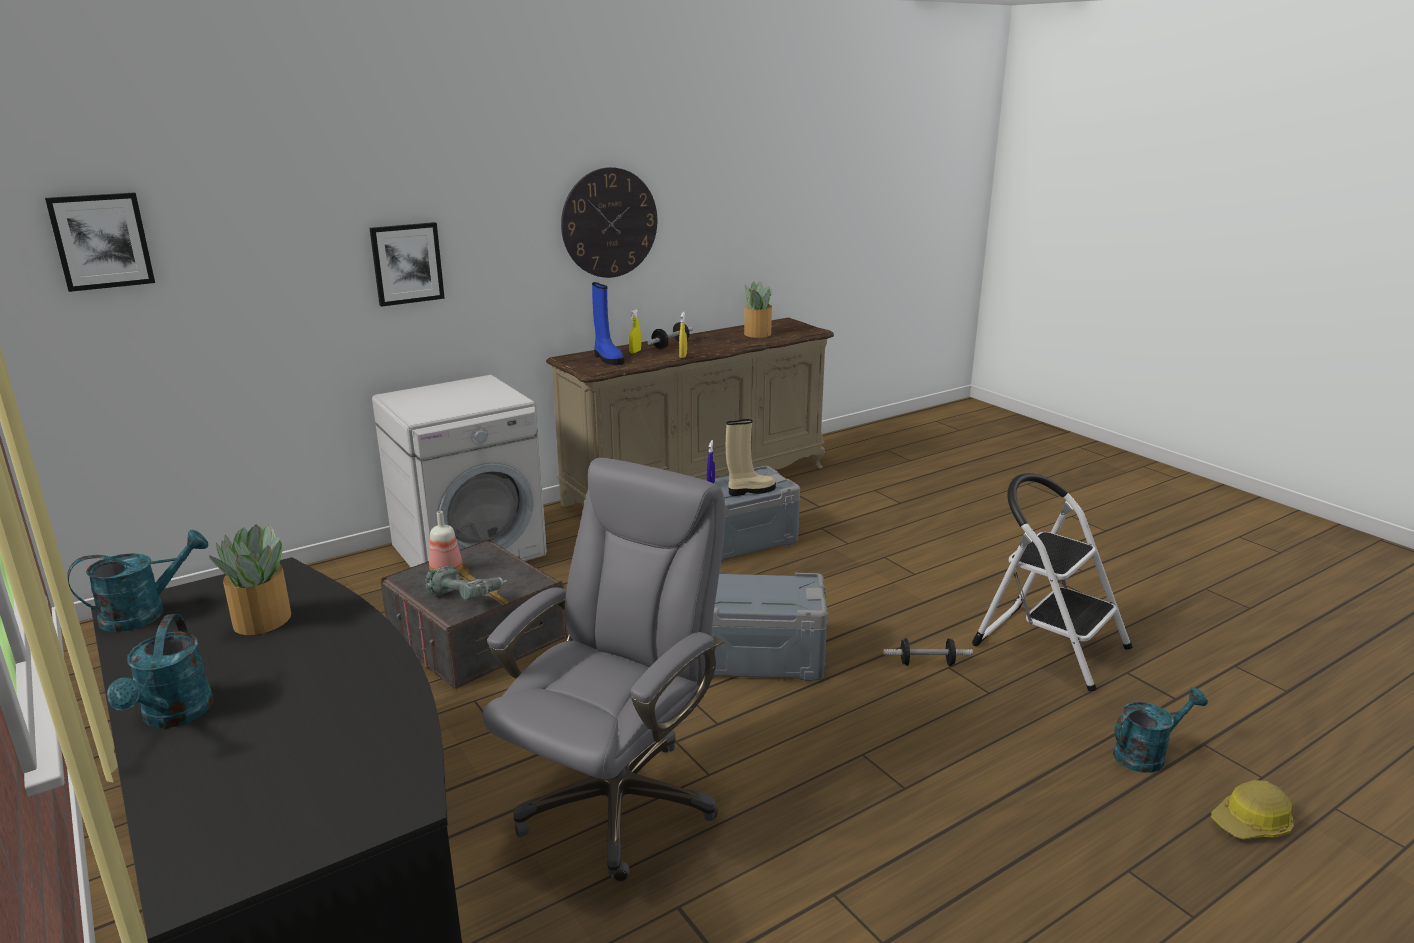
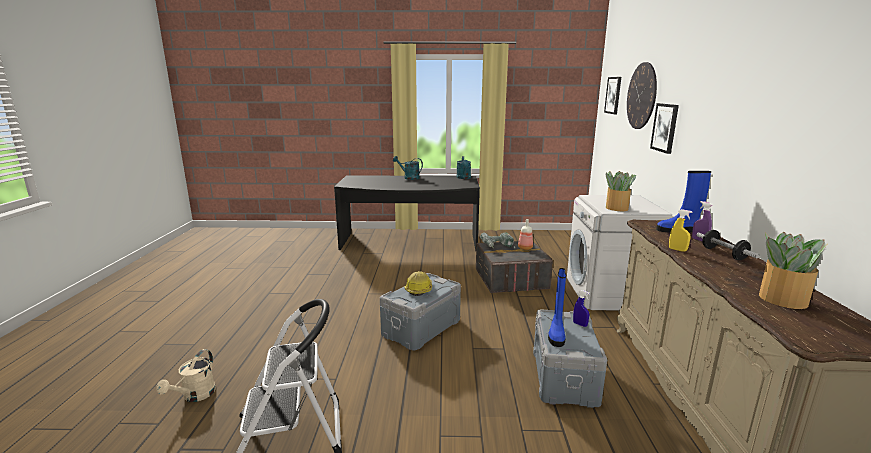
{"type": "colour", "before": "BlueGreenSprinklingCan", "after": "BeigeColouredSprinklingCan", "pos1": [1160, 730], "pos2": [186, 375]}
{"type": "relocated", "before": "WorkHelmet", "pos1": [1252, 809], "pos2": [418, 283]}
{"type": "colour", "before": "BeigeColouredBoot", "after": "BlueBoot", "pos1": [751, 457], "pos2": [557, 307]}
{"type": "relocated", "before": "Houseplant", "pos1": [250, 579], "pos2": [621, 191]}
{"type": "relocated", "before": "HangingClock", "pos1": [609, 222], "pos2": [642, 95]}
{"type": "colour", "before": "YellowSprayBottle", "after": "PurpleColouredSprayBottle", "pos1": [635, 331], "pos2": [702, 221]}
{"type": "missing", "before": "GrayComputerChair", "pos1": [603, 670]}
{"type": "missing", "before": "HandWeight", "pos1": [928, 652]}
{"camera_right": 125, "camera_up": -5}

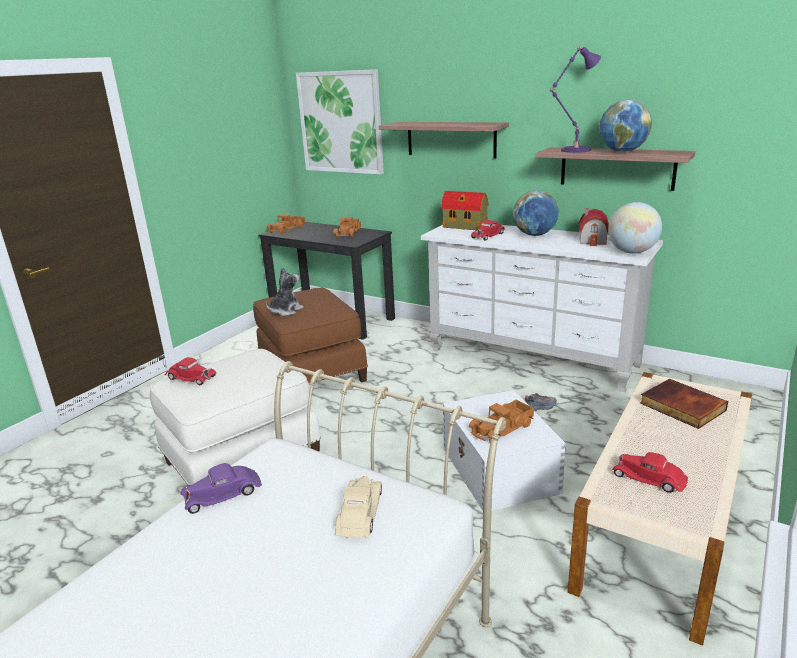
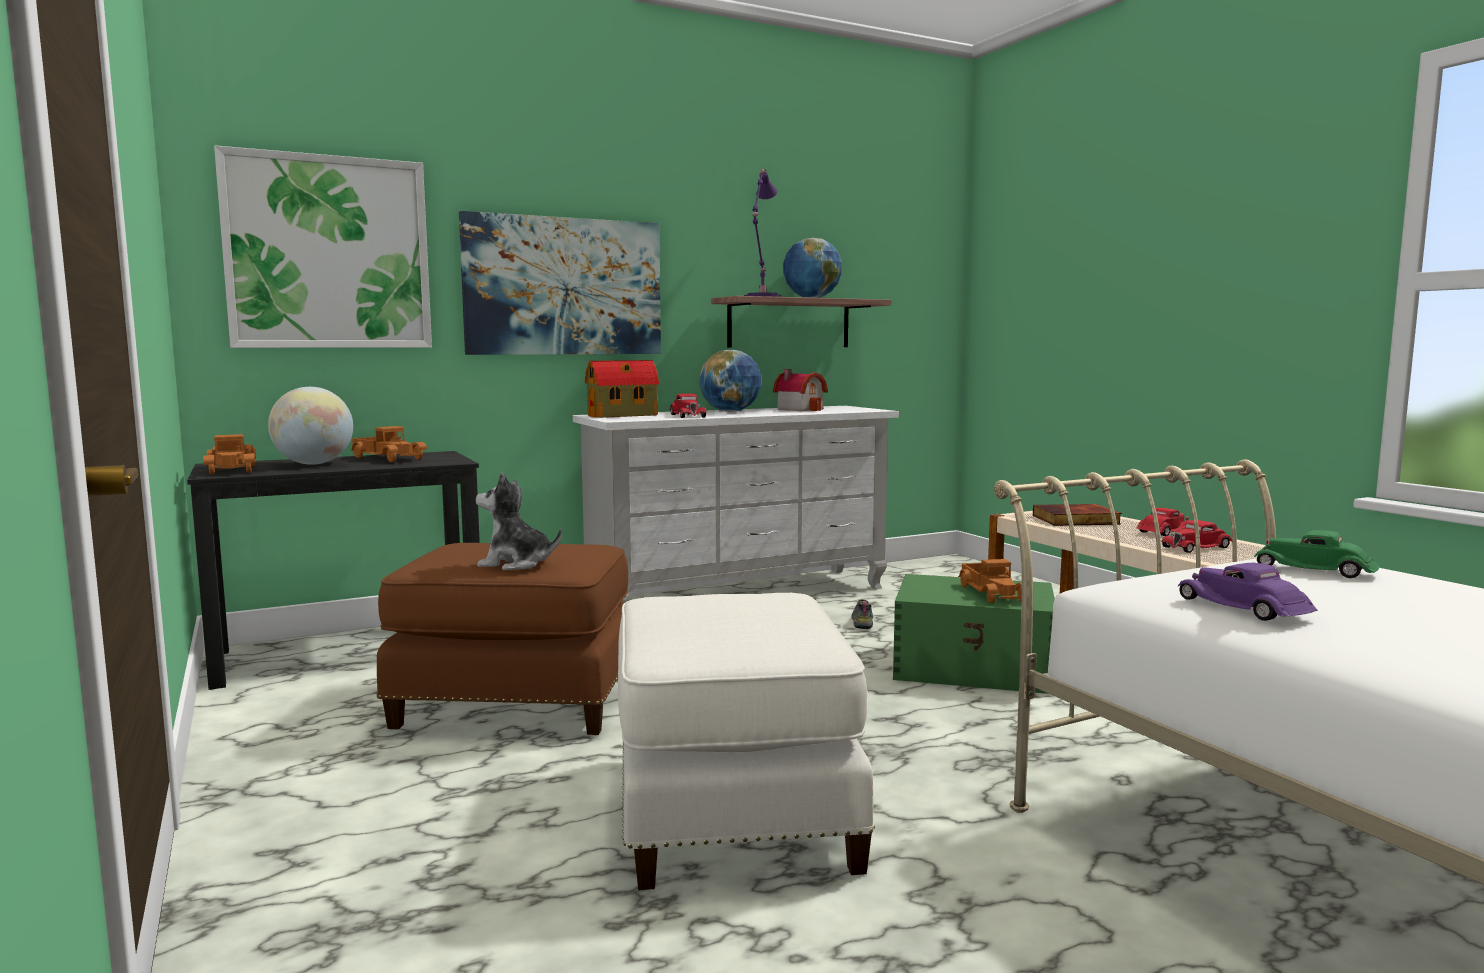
{"type": "relocated", "before": "WorldGlobe", "pos1": [635, 228], "pos2": [310, 426]}
{"type": "exchanged", "before": "Shelf", "after": "Picture", "pos1": [443, 140], "pos2": [560, 283]}
{"type": "spun", "before": "PlushToy", "pos1": [285, 291], "pos2": [519, 521], "turn": -60}
{"type": "colour", "before": "WhiteColouredStorageBox", "after": "GreenStorageBox", "pos1": [504, 450], "pos2": [974, 634]}
{"type": "relocated", "before": "ReddishMiniatureCar", "pos1": [190, 371], "pos2": [1164, 522]}
{"type": "spun", "before": "PurpleColouredMiniatureCar", "pos1": [221, 488], "pos2": [1247, 592], "turn": 150}
{"type": "colour", "before": "BeigeColouredMiniatureCar", "after": "GreenMiniatureCar", "pos1": [358, 506], "pos2": [1316, 554]}
{"camera_right": -60, "camera_up": -15}

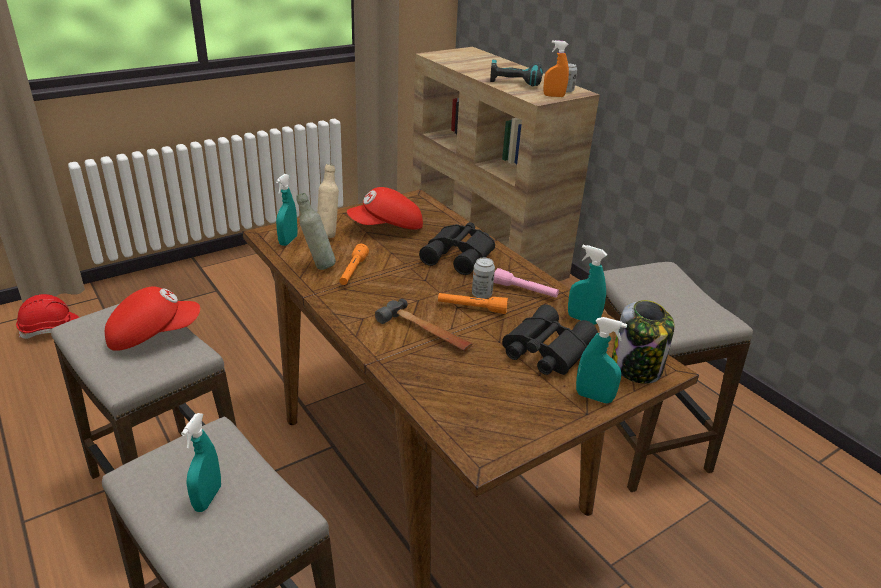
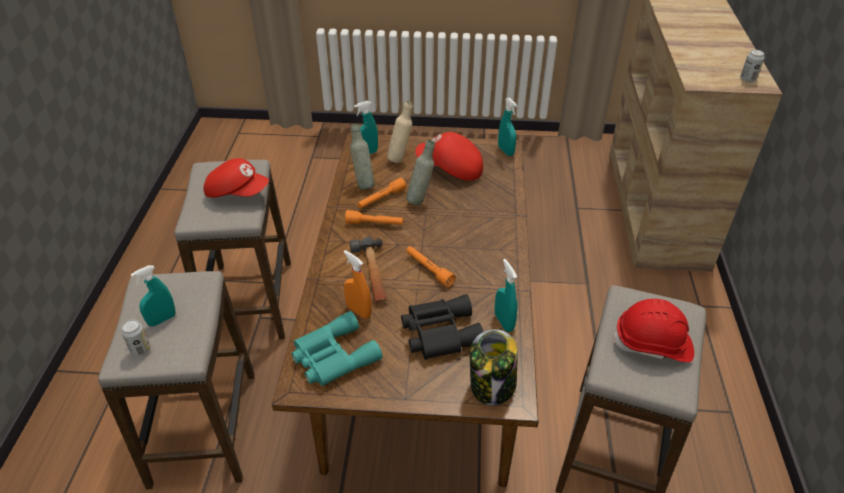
{"type": "relocated", "before": "SealedCan", "pos1": [483, 278], "pos2": [136, 338]}
{"type": "appeared", "after": "BlueGreenBinoculars", "pos2": [337, 348]}
{"type": "relocated", "before": "OrangeySprayBottle", "pos1": [556, 68], "pos2": [358, 284]}
{"type": "appeared", "after": "OrangeyFlashlight", "pos2": [374, 217]}
{"type": "appeared", "after": "GrayBottle", "pos2": [420, 172]}
{"type": "relocated", "before": "BlueGreenSprayBottle", "pos1": [601, 360], "pos2": [507, 127]}
{"type": "relocated", "before": "ReddishWorkHelmet", "pos1": [47, 316], "pos2": [653, 330]}
{"type": "missing", "before": "BlackBinoculars", "pos1": [457, 248]}
{"type": "missing", "before": "ElectricDrill", "pos1": [516, 73]}
{"type": "missing", "before": "PinkFlashlight", "pos1": [526, 283]}
{"camera_right": 40, "camera_up": 10}

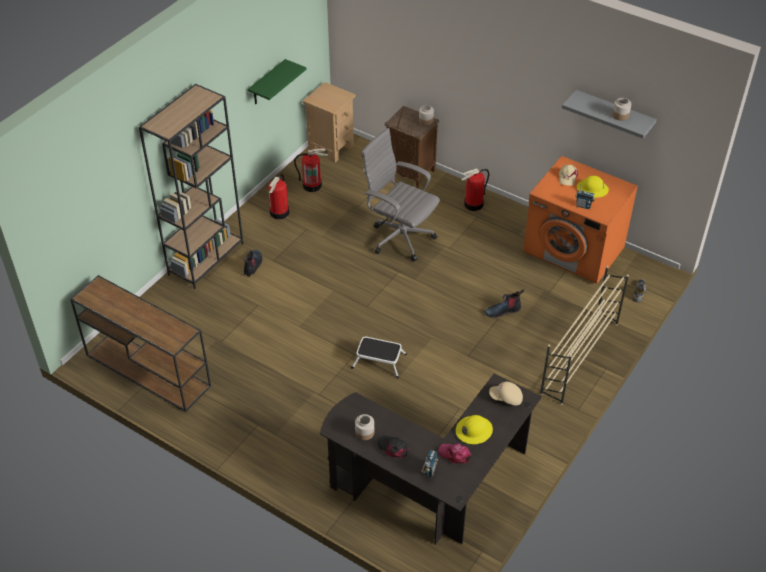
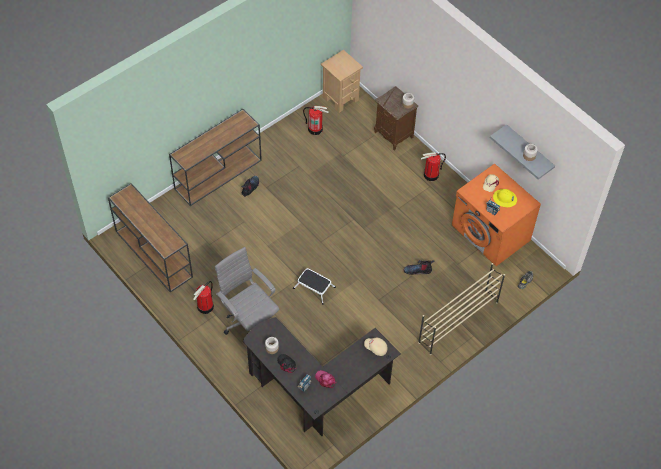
{"type": "exchanged", "before": "ShelvingUnit", "after": "BrownConsoleTable", "pos1": [191, 186], "pos2": [215, 157]}
{"type": "relocated", "before": "FireFightingCylinder", "pos1": [278, 196], "pos2": [203, 297]}
{"type": "relocated", "before": "GrayComputerChair", "pos1": [400, 194], "pos2": [247, 291]}
{"type": "missing", "before": "GreenShelf", "pos1": [277, 81]}
{"type": "missing", "before": "YellowWorkHelmet", "pos1": [474, 429]}
{"camera_right": 15, "camera_up": 10}

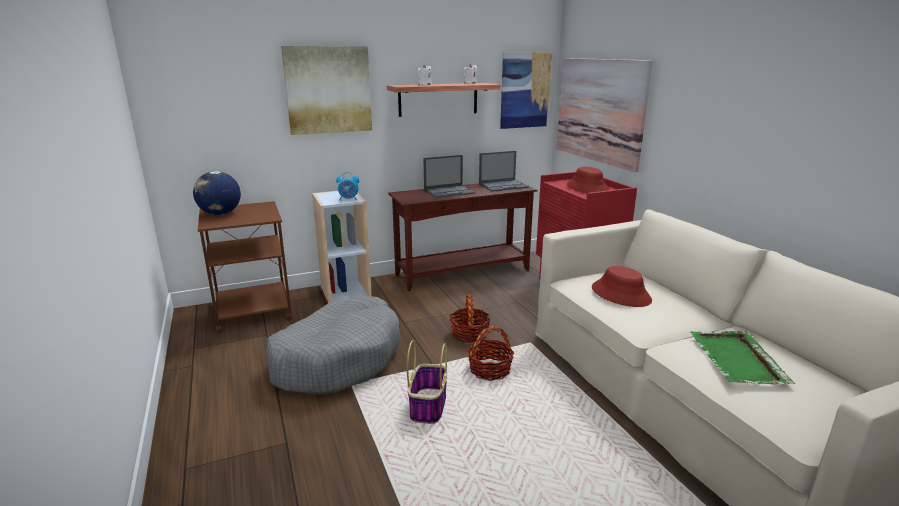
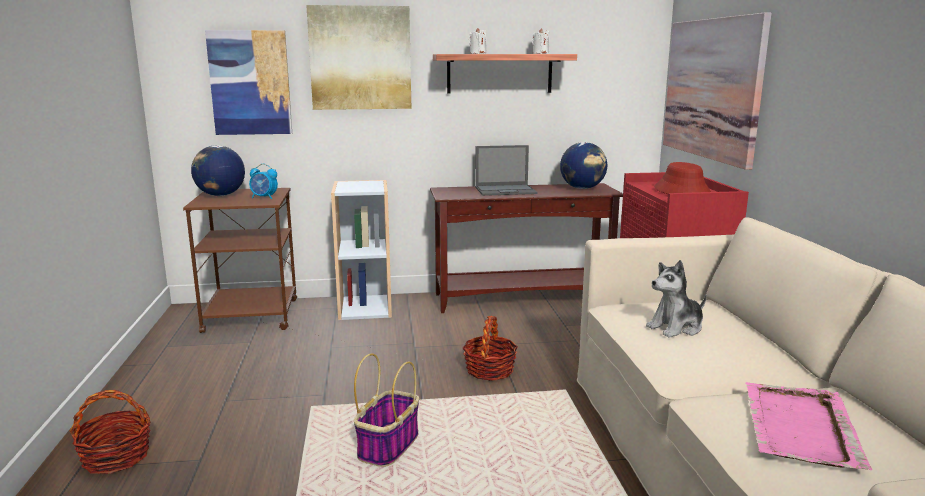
{"type": "relocated", "before": "Basket", "pos1": [490, 353], "pos2": [110, 432]}
{"type": "relocated", "before": "Picture", "pos1": [526, 90], "pos2": [248, 82]}
{"type": "relocated", "before": "AlarmClock", "pos1": [347, 186], "pos2": [263, 181]}
{"type": "exchanged", "before": "NotebookComputer", "after": "WorldGlobe", "pos1": [504, 171], "pos2": [583, 165]}
{"type": "exchanged", "before": "ReddishClothingHat", "after": "PlushToy", "pos1": [622, 286], "pos2": [676, 299]}
{"type": "colour", "before": "GreenTray", "after": "PinkTray", "pos1": [743, 357], "pos2": [808, 426]}
{"type": "missing", "before": "GrayDogBed", "pos1": [333, 344]}
{"camera_right": 15, "camera_up": -5}

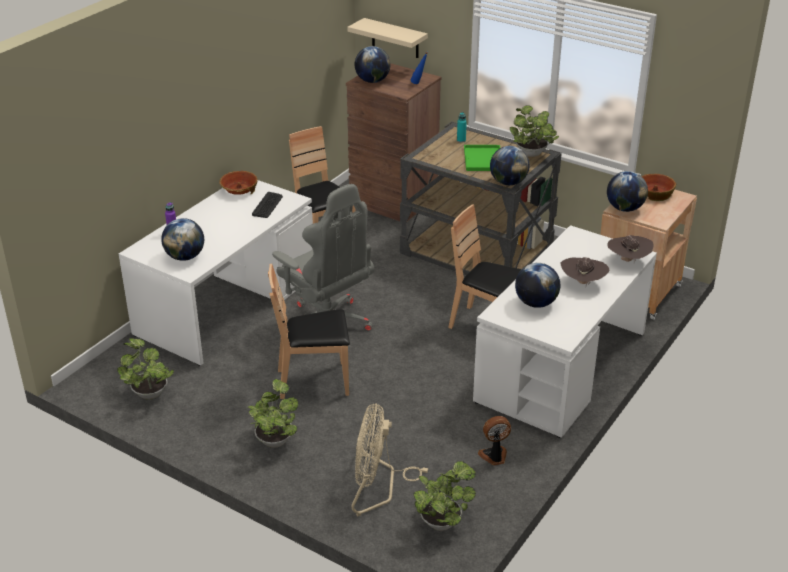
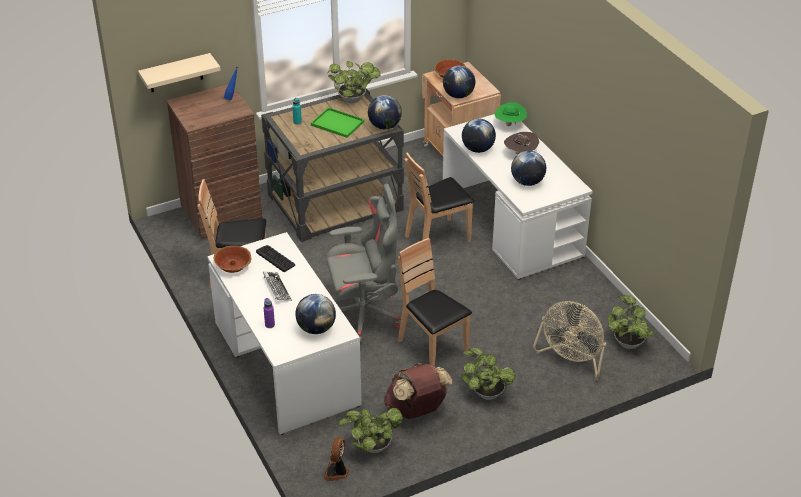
{"type": "appeared", "after": "Keyboard", "pos2": [277, 286]}
{"type": "relocated", "before": "CoolingFan", "pos1": [494, 440], "pos2": [336, 459]}
{"type": "appeared", "after": "BrownRucksack", "pos2": [418, 391]}
{"type": "spun", "before": "BrownChair", "pos1": [309, 331], "pos2": [435, 302], "turn": 120}
{"type": "relocated", "before": "WorldGlobe", "pos1": [373, 64], "pos2": [479, 136]}
{"type": "colour", "before": "BrownClothingHat", "after": "GreenClothingHat", "pos1": [630, 249], "pos2": [511, 114]}
{"camera_right": -60, "camera_up": 5}

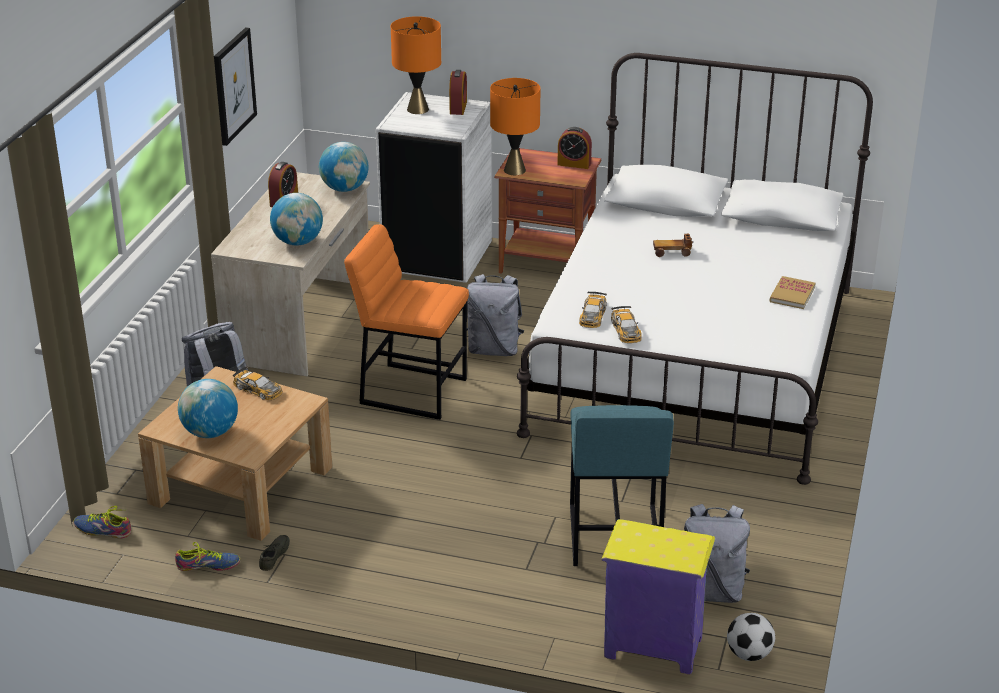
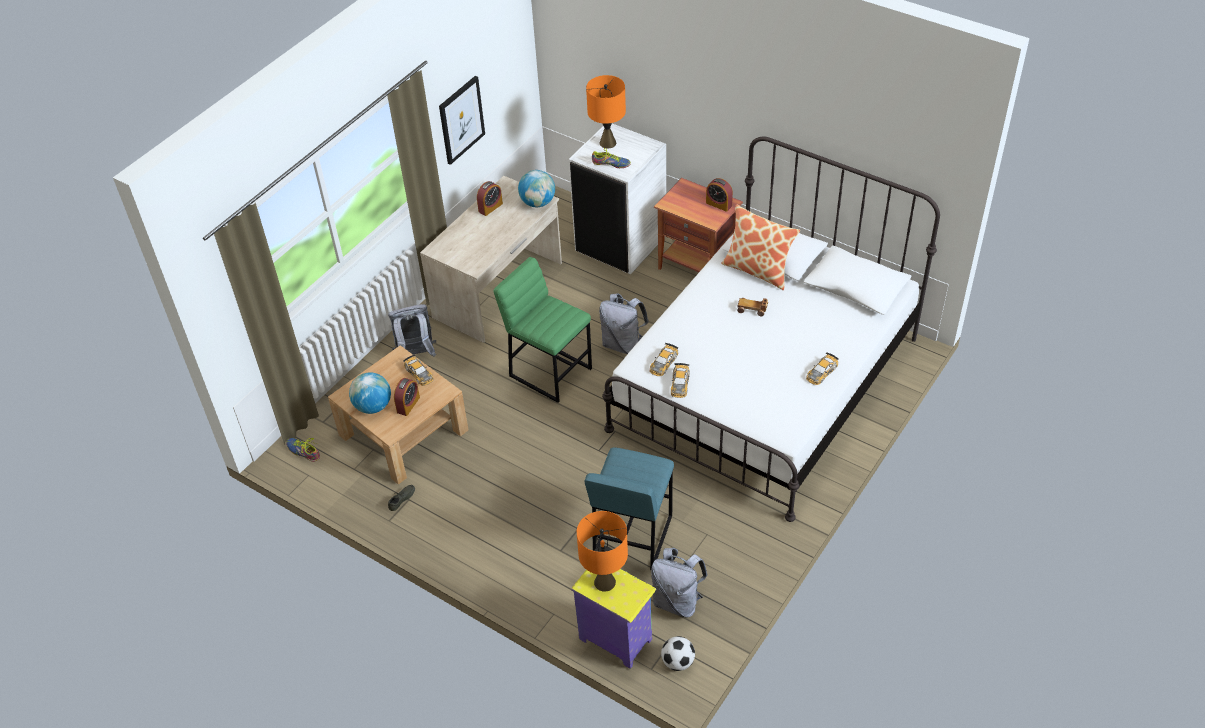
{"type": "relocated", "before": "AlarmClock", "pos1": [458, 92], "pos2": [407, 397]}
{"type": "colour", "before": "OrangeyStool", "after": "GreenStool", "pos1": [406, 322], "pos2": [543, 330]}
{"type": "relocated", "before": "OrangeyTabletopLamp", "pos1": [515, 126], "pos2": [602, 551]}
{"type": "relocated", "before": "LowShoe", "pos1": [207, 556], "pos2": [611, 158]}
{"type": "appeared", "after": "Cushion", "pos2": [760, 247]}
{"type": "exchanged", "before": "BoundBook", "after": "MiniatureCar", "pos1": [792, 292], "pos2": [822, 368]}
{"type": "missing", "before": "WorldGlobe", "pos1": [296, 219]}
{"camera_right": 20, "camera_up": 15}

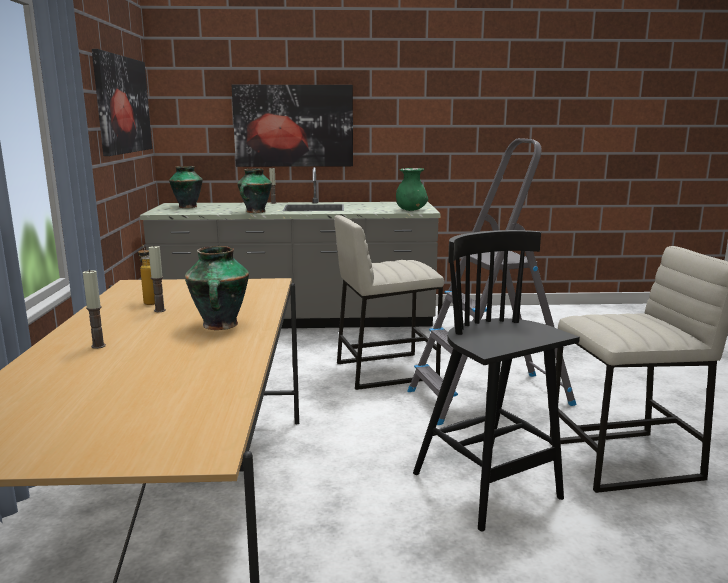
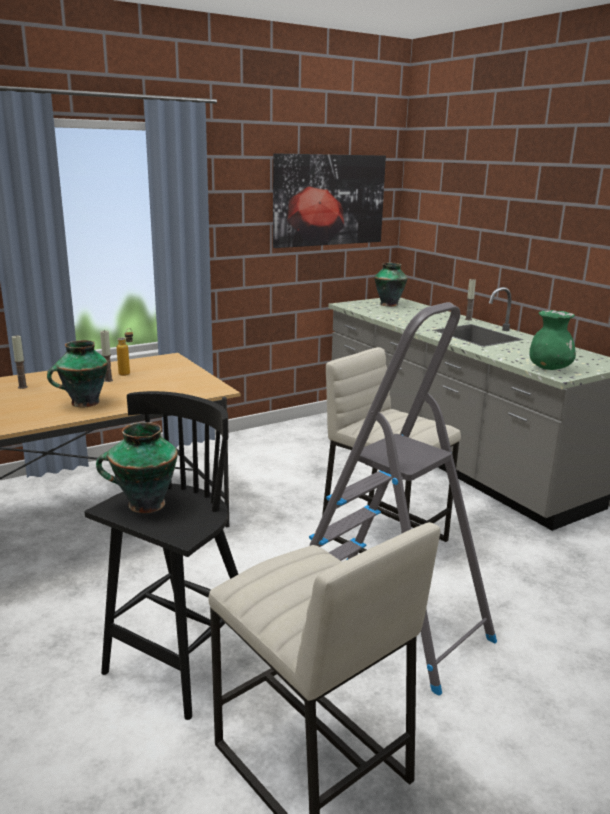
{"type": "relocated", "before": "Vase", "pos1": [254, 191], "pos2": [137, 467]}
{"type": "missing", "before": "Picture", "pos1": [292, 126]}
{"camera_right": 60, "camera_up": 5}

